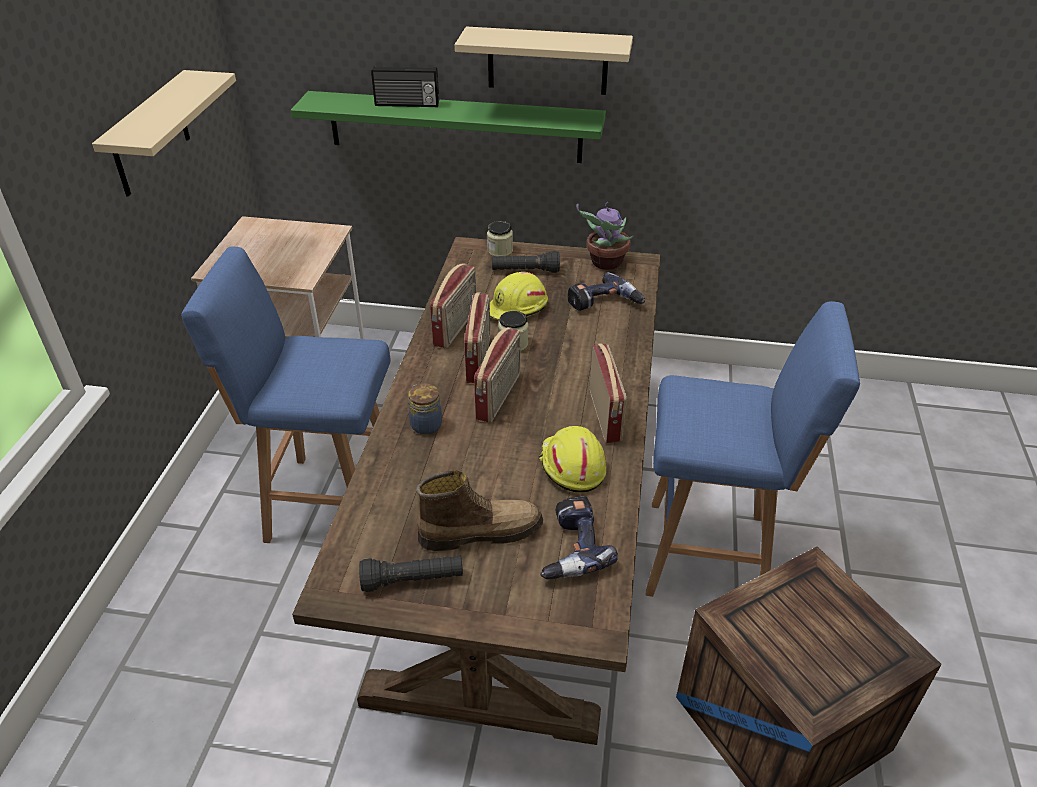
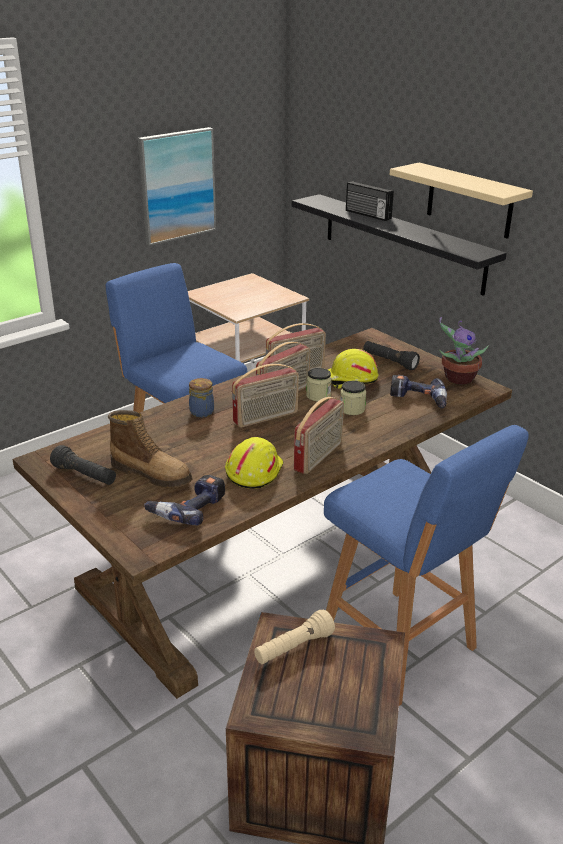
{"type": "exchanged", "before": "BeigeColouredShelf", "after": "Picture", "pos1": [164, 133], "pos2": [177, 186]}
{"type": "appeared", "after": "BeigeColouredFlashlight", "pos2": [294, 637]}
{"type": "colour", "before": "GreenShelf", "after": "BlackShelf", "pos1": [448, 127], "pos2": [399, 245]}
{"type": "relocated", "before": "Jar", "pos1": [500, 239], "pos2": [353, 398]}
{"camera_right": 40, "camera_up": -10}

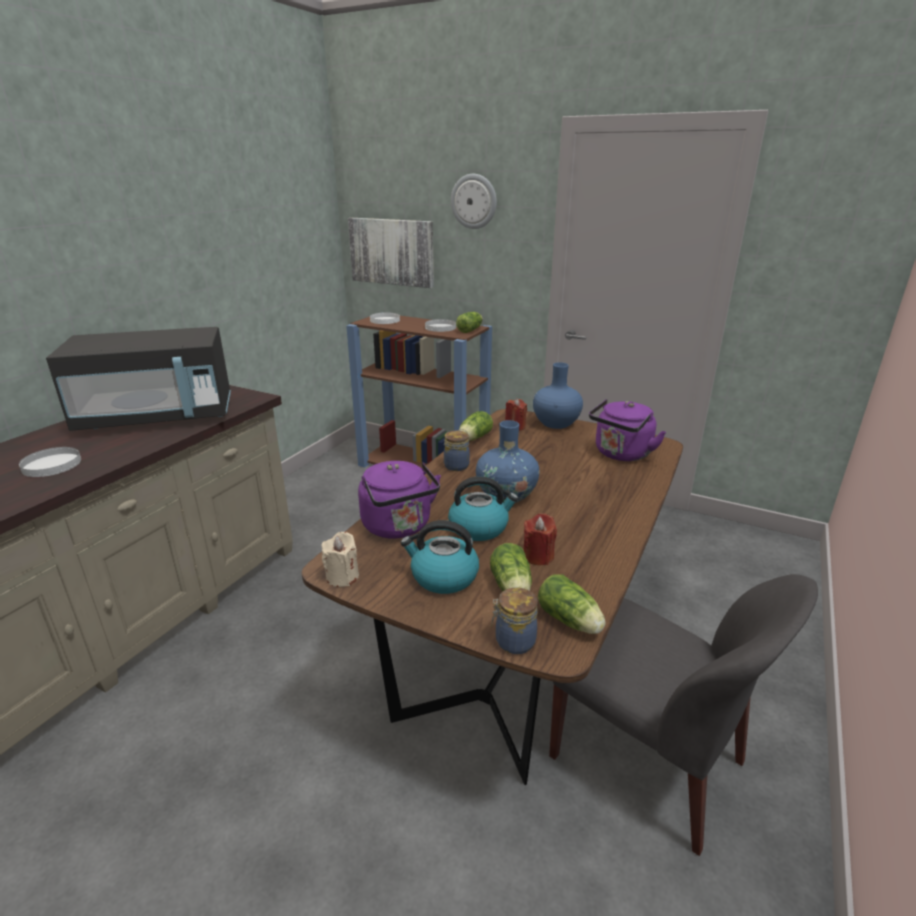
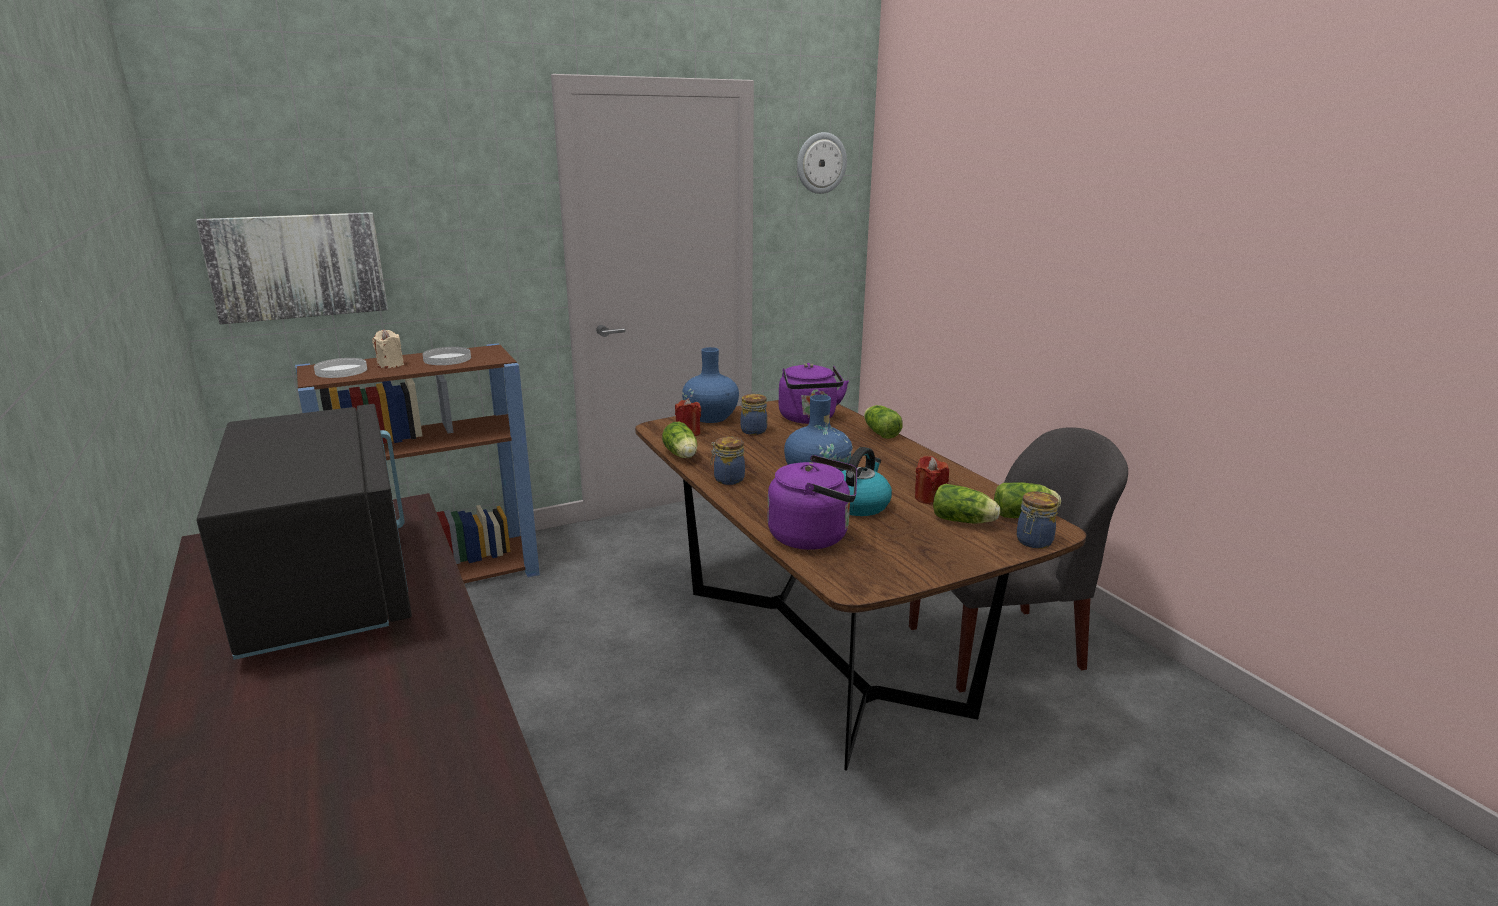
{"type": "spun", "before": "BlackKitchenMicrowave", "pos1": [138, 379], "pos2": [304, 532], "turn": -45}
{"type": "relocated", "before": "BeigeColouredCandle", "pos1": [340, 559], "pos2": [388, 348]}
{"type": "appeared", "after": "Jar", "pos2": [754, 414]}
{"type": "relocated", "before": "HangingClock", "pos1": [474, 201], "pos2": [822, 163]}
{"type": "relocated", "before": "LettuceHead", "pos1": [469, 322], "pos2": [883, 422]}
{"type": "missing", "before": "WhiteColouredDinnerPlate", "pos1": [50, 462]}
{"type": "missing", "before": "WaterKettle", "pos1": [439, 557]}
{"camera_right": -55, "camera_up": -5}

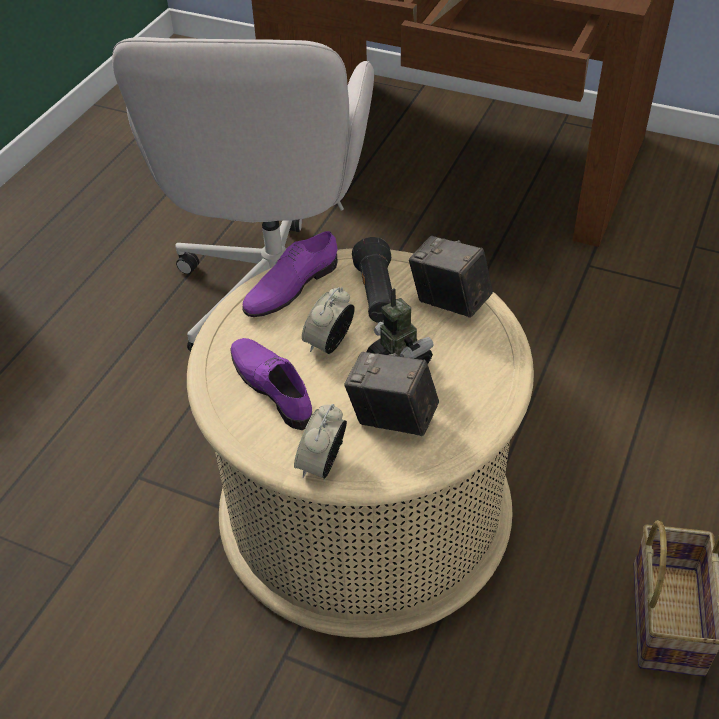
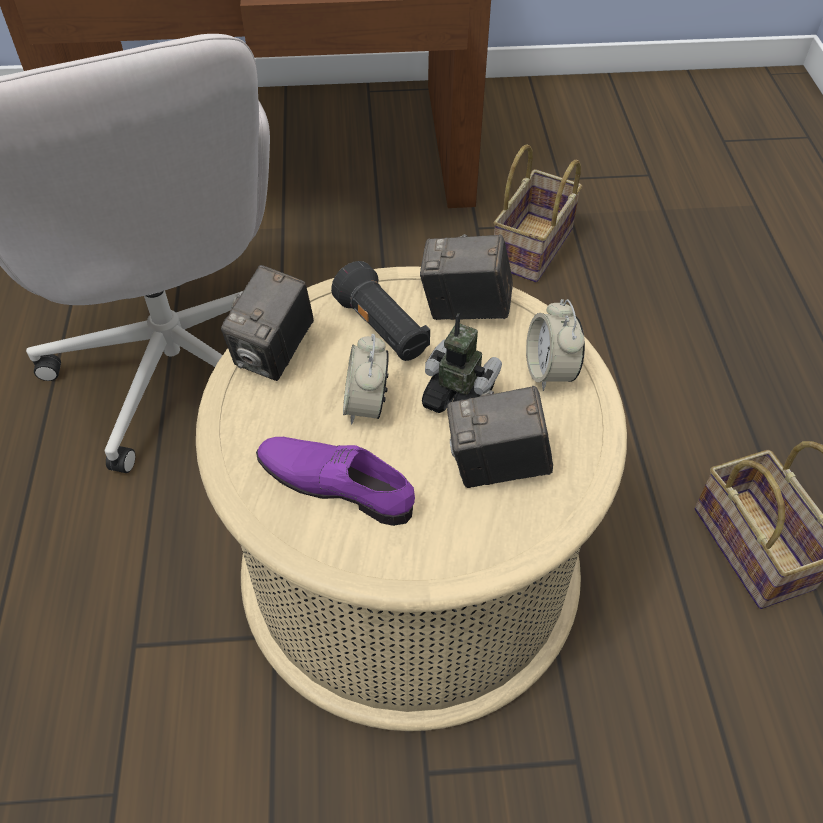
{"type": "exchanged", "before": "PurpleColouredLowShoe", "after": "StillCamera", "pos1": [290, 274], "pos2": [267, 323]}
{"type": "appeared", "after": "Basket", "pos2": [538, 213]}
{"type": "relocated", "before": "AlarmClock", "pos1": [320, 441], "pos2": [555, 345]}
{"camera_right": -30, "camera_up": 5}

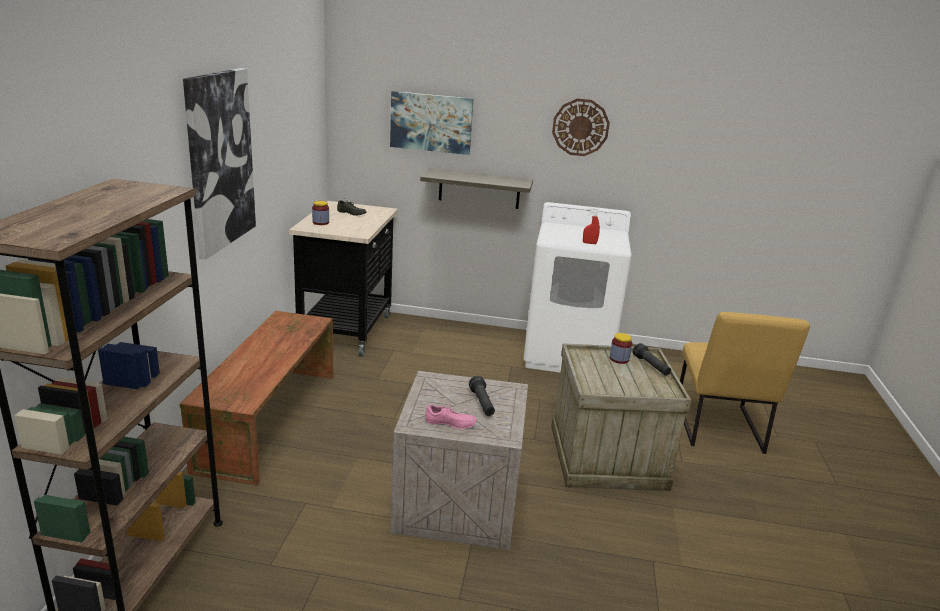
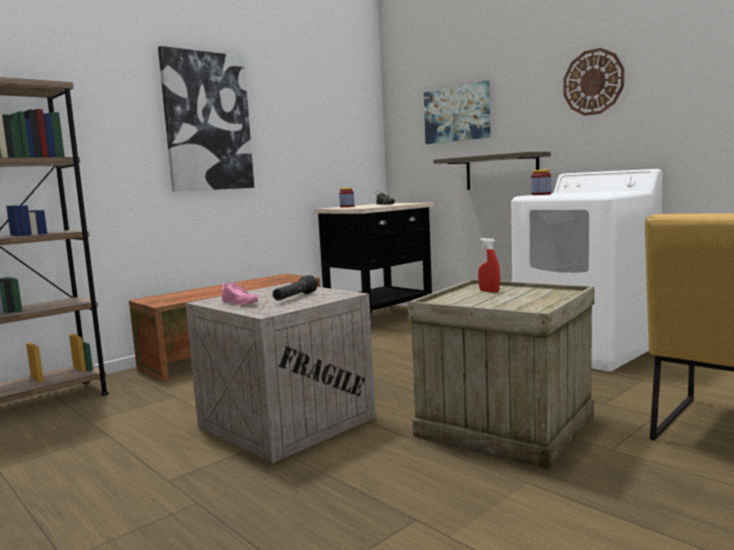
{"type": "relocated", "before": "ReddishSprayBottle", "pos1": [591, 226], "pos2": [489, 265]}
{"type": "relocated", "before": "Jar", "pos1": [621, 348], "pos2": [541, 182]}
{"type": "missing", "before": "BlackFlashlight", "pos1": [652, 359]}
{"camera_right": 40, "camera_up": -15}

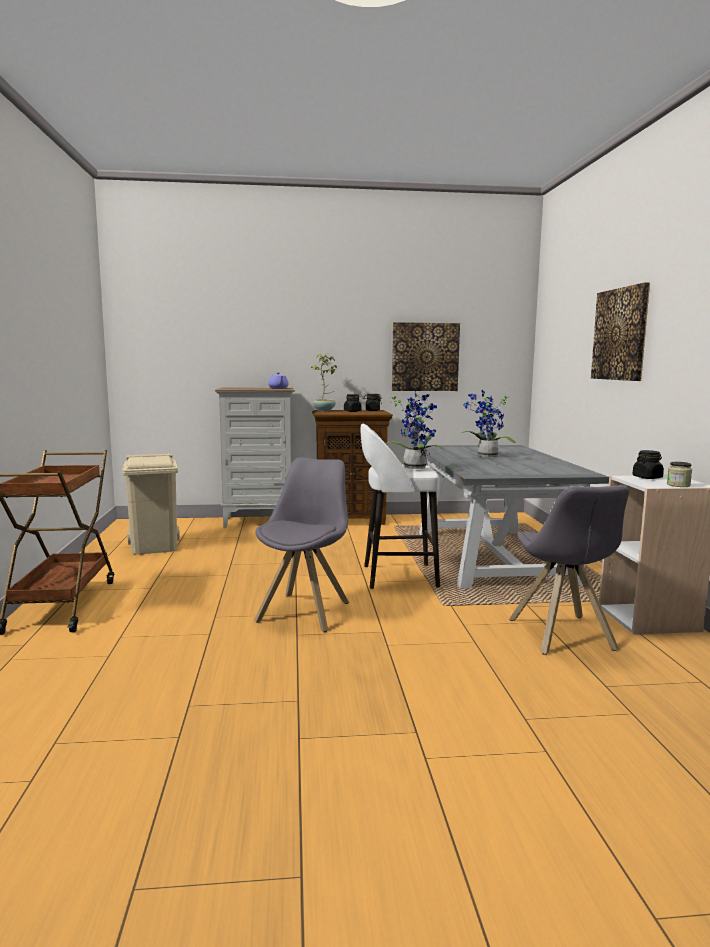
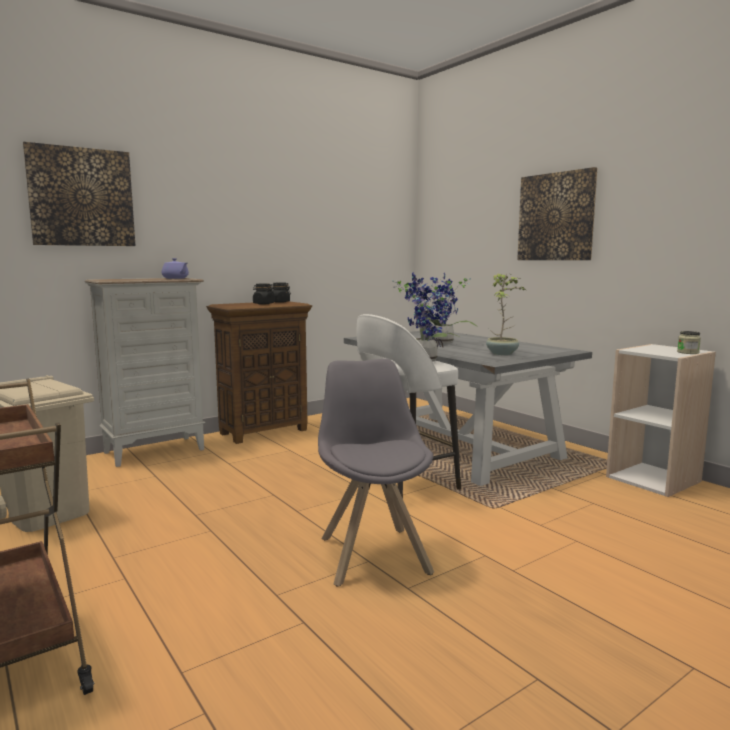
{"type": "relocated", "before": "Picture", "pos1": [426, 356], "pos2": [79, 194]}
{"type": "relocated", "before": "Houseplant", "pos1": [323, 382], "pos2": [506, 314]}
{"type": "missing", "before": "GrayChair", "pos1": [569, 570]}
{"type": "missing", "before": "BlackJar", "pos1": [648, 464]}
{"camera_right": -30, "camera_up": 0}

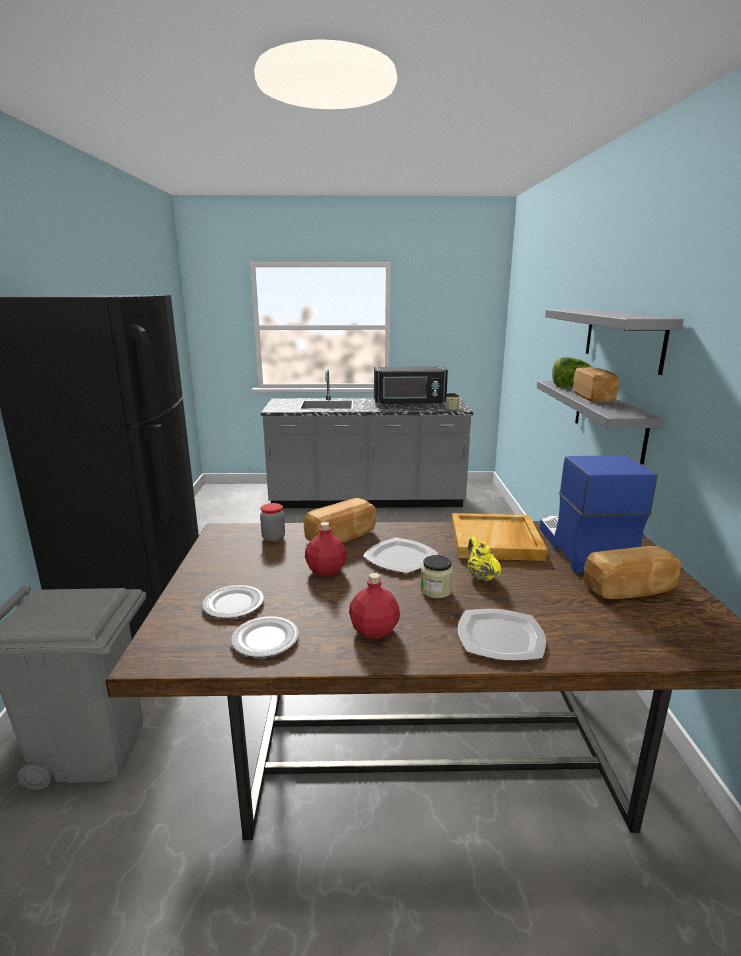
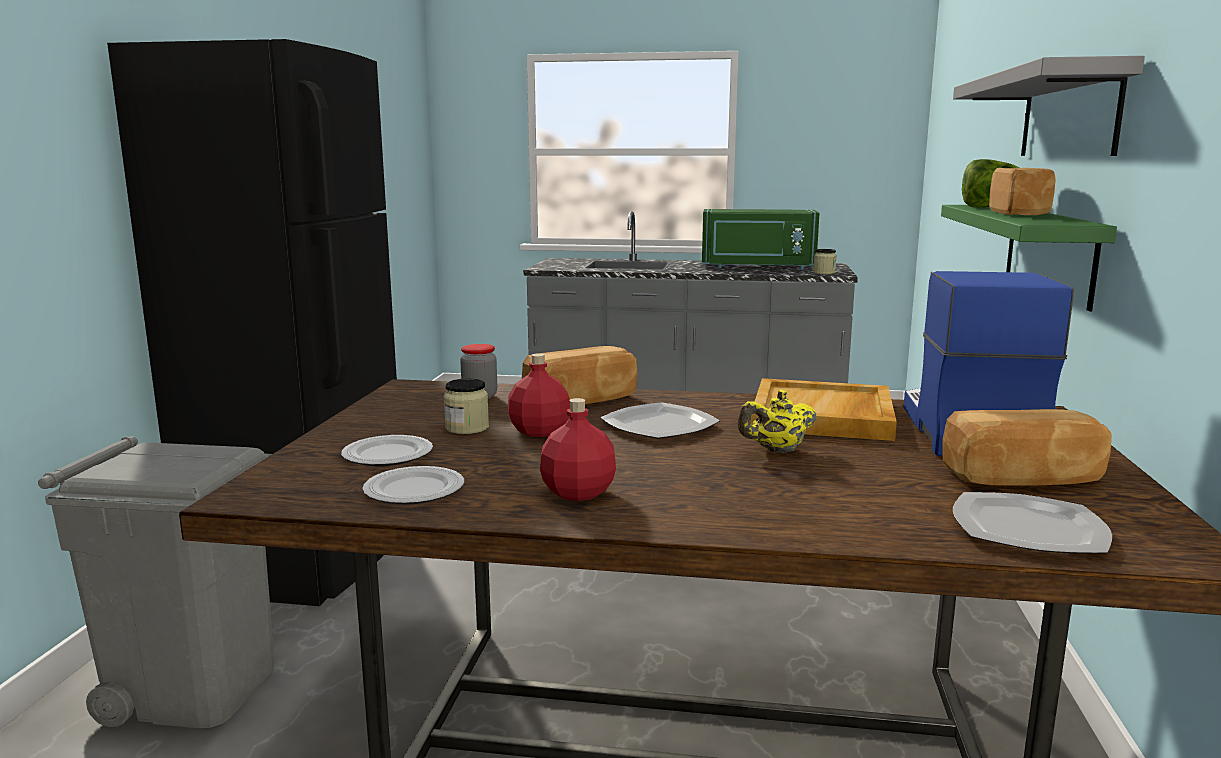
{"type": "relocated", "before": "Jar", "pos1": [437, 576], "pos2": [466, 406]}
{"type": "colour", "before": "BlackKitchenMicrowave", "after": "GreenKitchenMicrowave", "pos1": [411, 386], "pos2": [760, 239]}
{"type": "spun", "before": "YellowTeapot", "pos1": [484, 558], "pos2": [777, 421], "turn": -105}
{"type": "colour", "before": "GrayShelf", "after": "GreenShelf", "pos1": [600, 423], "pos2": [1029, 258]}
{"type": "relocated", "before": "DinnerPlate", "pos1": [502, 635], "pos2": [1032, 523]}
{"camera_right": 10, "camera_up": -5}

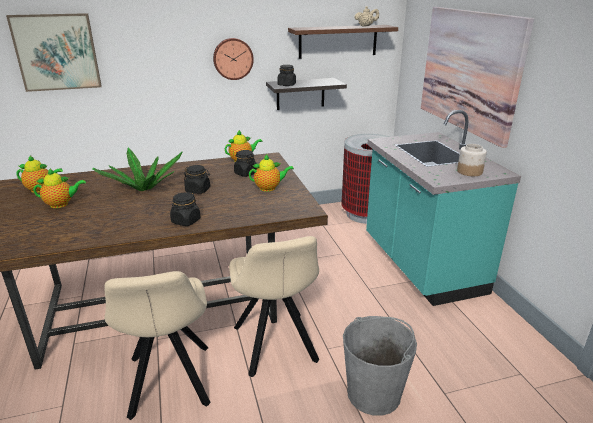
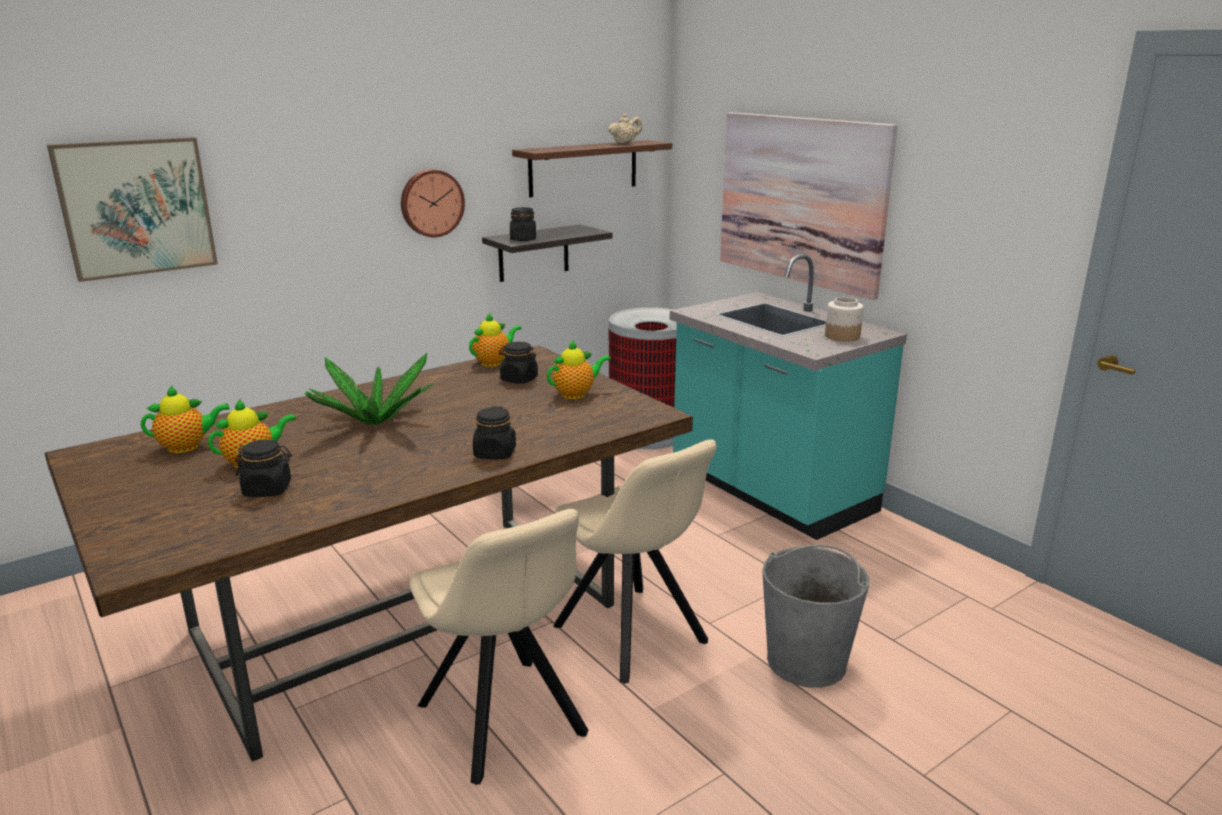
{"type": "relocated", "before": "BlackJar", "pos1": [197, 179], "pos2": [263, 468]}
{"camera_right": -20, "camera_up": -5}

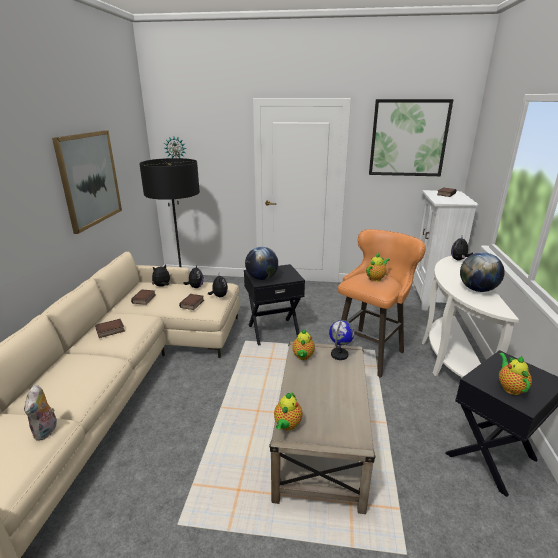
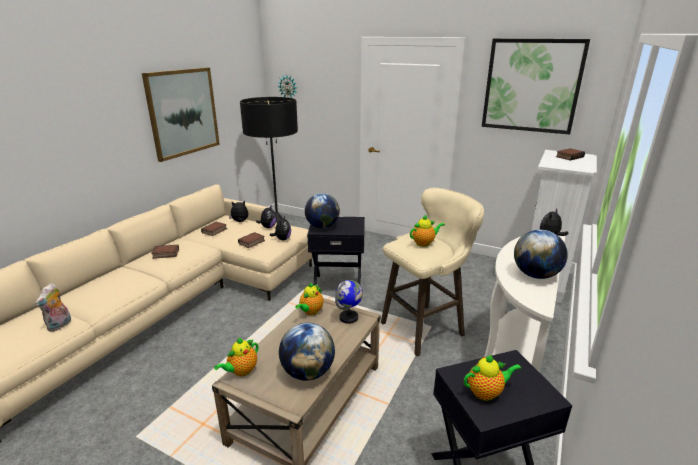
{"type": "appeared", "after": "WorldGlobe", "pos2": [307, 352]}
{"type": "colour", "before": "OrangeyStool", "after": "BeigeColouredStool", "pos1": [381, 303], "pos2": [432, 272]}
{"type": "spun", "before": "Teapot", "pos1": [515, 374], "pos2": [493, 378], "turn": 60}
{"camera_right": 20, "camera_up": 0}

